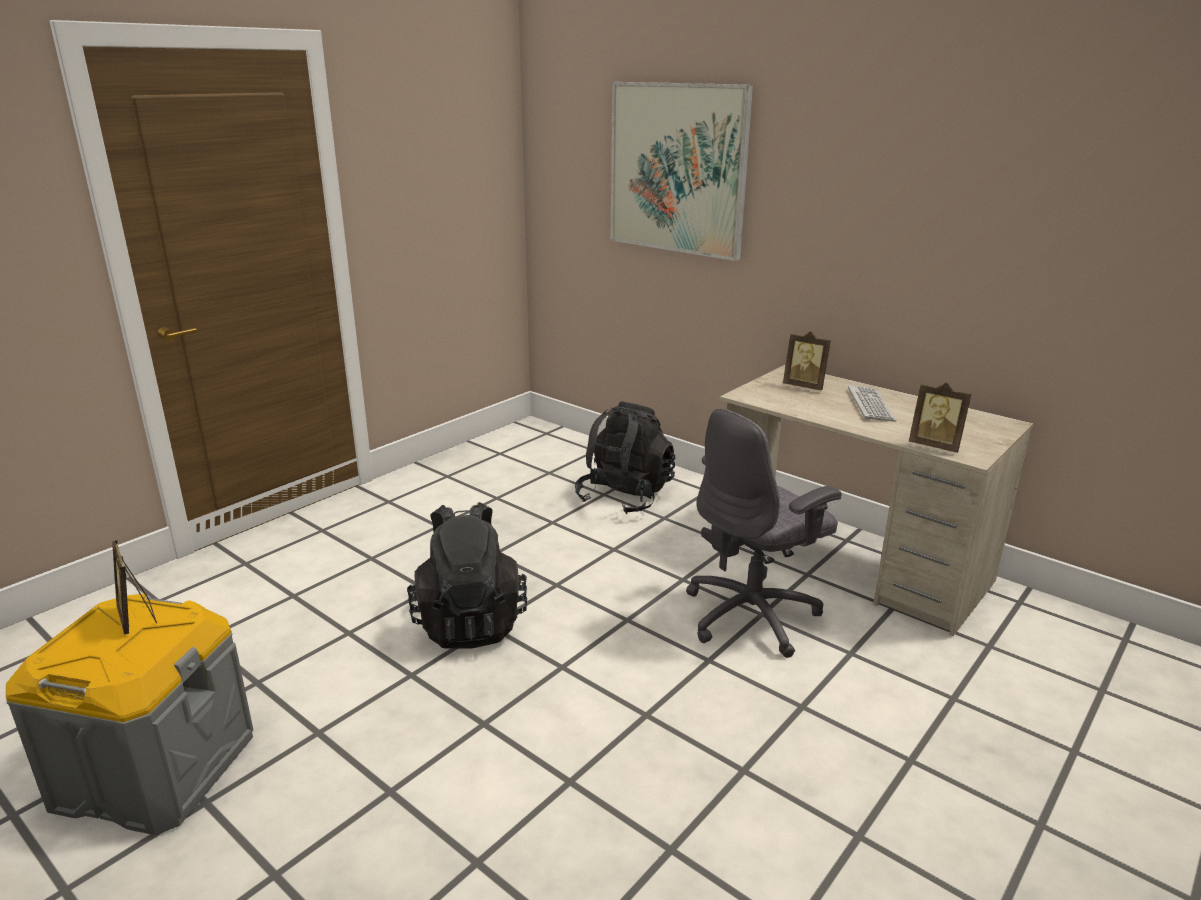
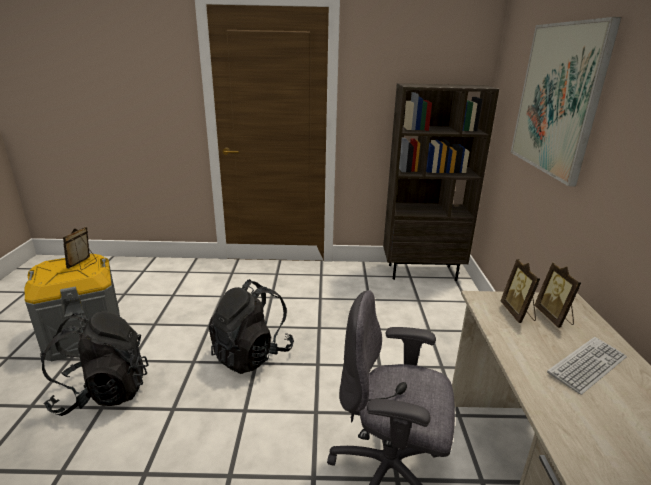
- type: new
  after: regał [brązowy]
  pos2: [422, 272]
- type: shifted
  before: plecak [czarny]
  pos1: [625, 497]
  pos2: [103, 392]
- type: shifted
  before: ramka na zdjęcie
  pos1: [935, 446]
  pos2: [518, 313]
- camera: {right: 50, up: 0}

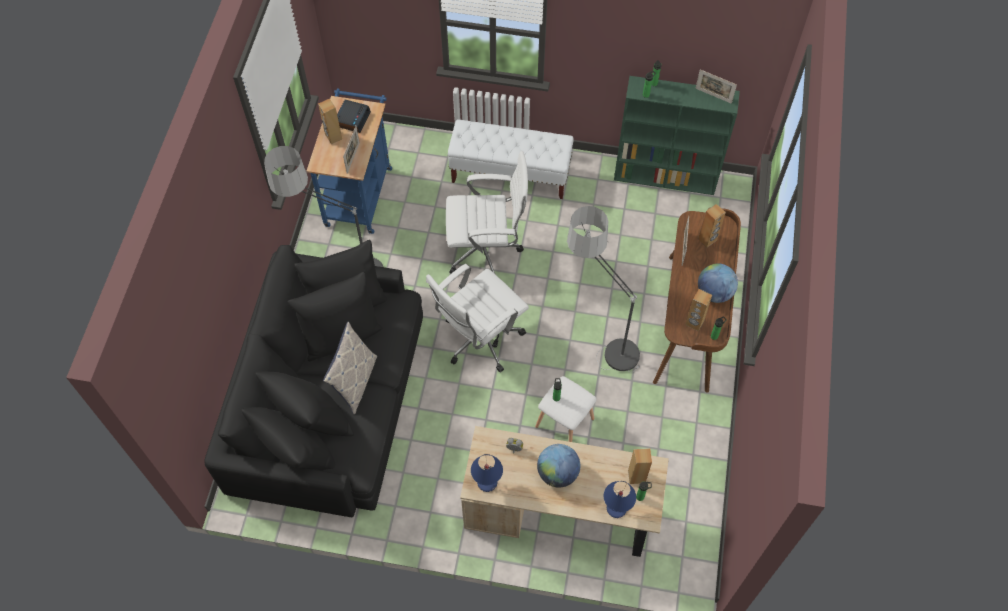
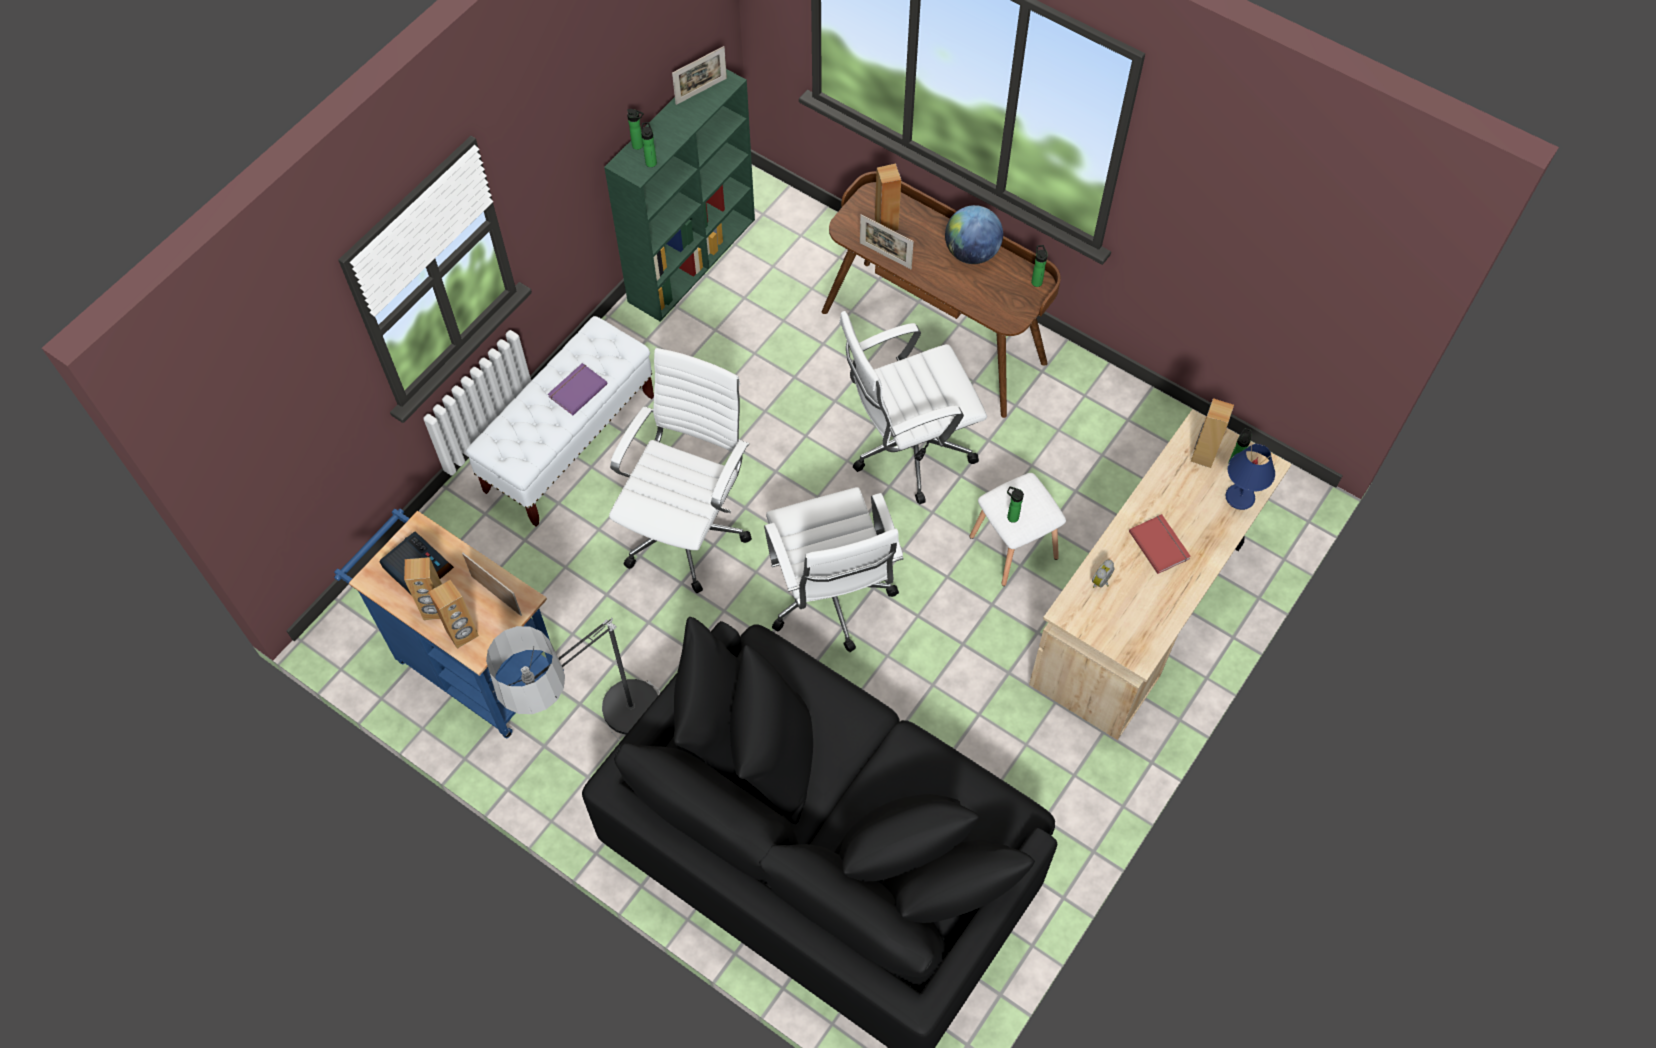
- type: gone
  before: poduszka
  pos1: [355, 382]
- type: gone
  before: lampa stołowa [niebieski]
  pos1: [487, 483]
- type: new
  after: książka [fioletowy]
  pos2: [576, 390]
- type: shifted
  before: głośnik [brązowy]
  pos1: [694, 323]
  pos2: [462, 634]
- type: swapped
  before: globus
  after: książka [czerwony]
  pos1: [557, 473]
  pos2: [1160, 544]
- type: swapped
  before: lampa stojąca
  after: krzesło biurowe [biały]
  pos1: [599, 339]
  pos2: [906, 451]
- camera: {right: -65, up: 0}

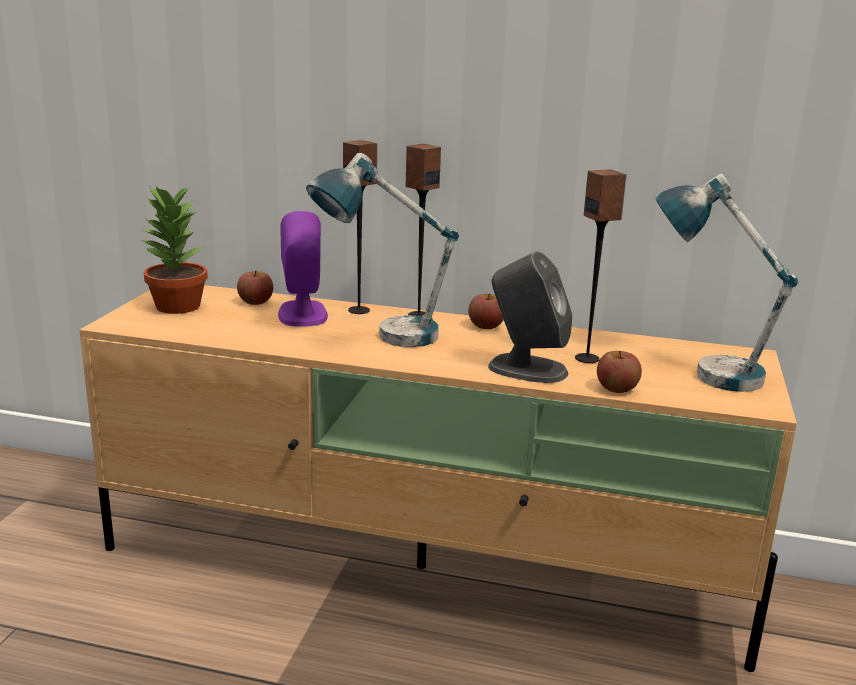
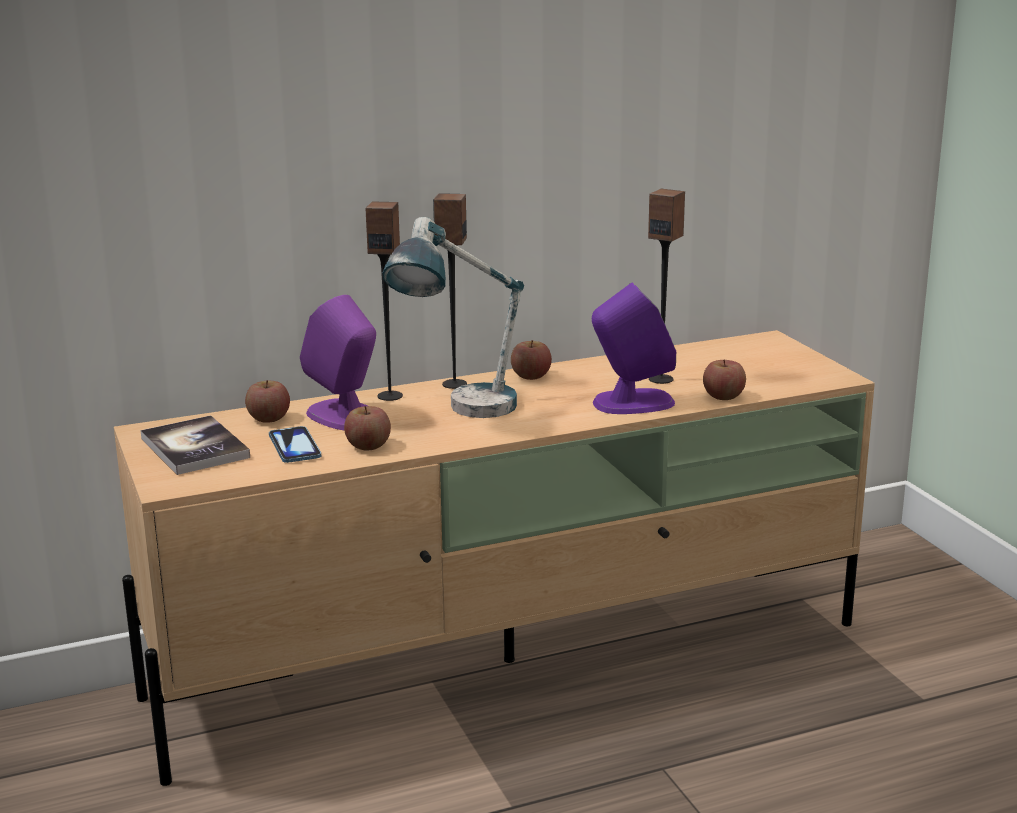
- type: gone
  before: lampa stołowa
  pos1: [703, 369]
- type: new
  after: telefon
  pos2: [294, 447]
- type: new
  after: jabłko
  pos2: [368, 446]
- type: swapped
  before: roślina doniczkowa
  after: książka
  pos1: [176, 306]
  pos2: [194, 448]
- type: repainted
  before: głośnik [szary]
  after: głośnik [fioletowy]
  pos1: [526, 369]
  pos2: [632, 403]
- camera: {right: -35, up: 0}

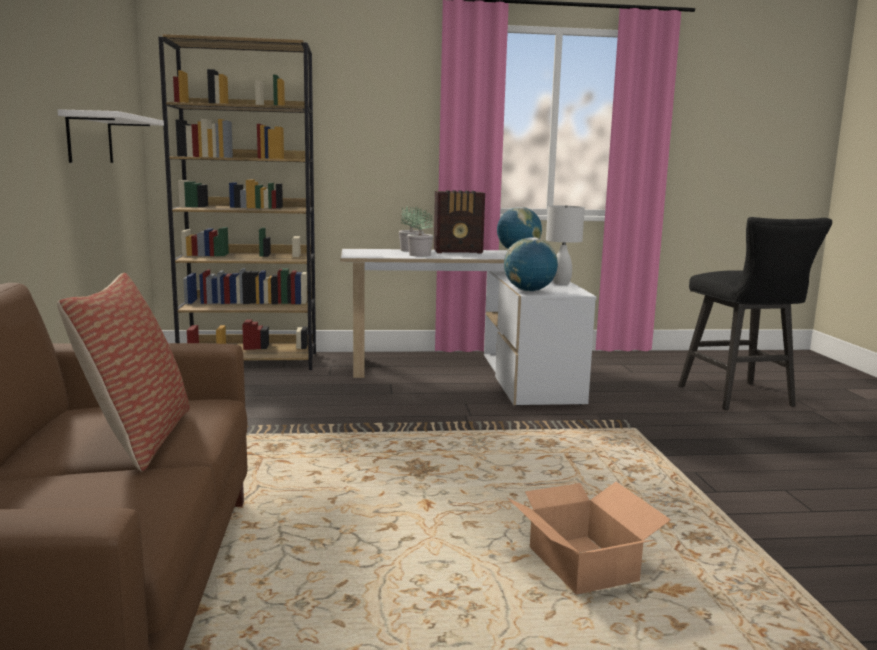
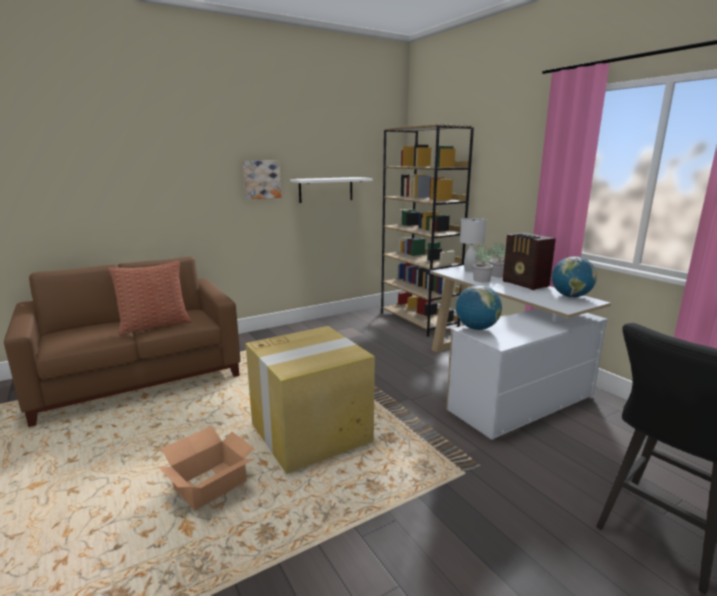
- type: new
  after: obraz
  pos2: [261, 179]
- type: new
  after: karton
  pos2: [312, 432]
- type: shifted
  before: lampa stołowa [biały]
  pos1: [560, 283]
  pos2: [469, 269]
- camera: {right: 65, up: 5}

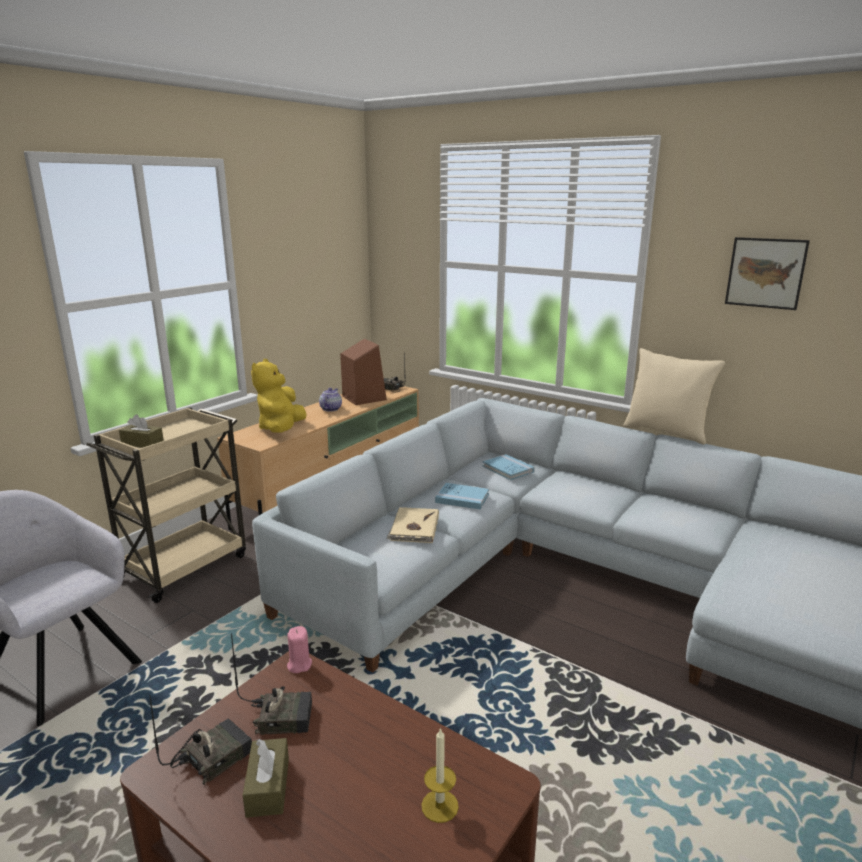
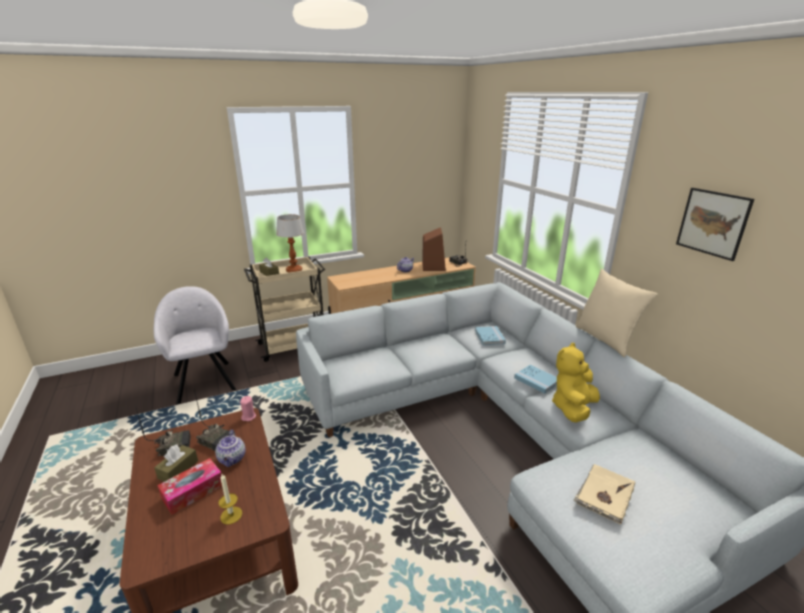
- type: new
  after: pudełko chusteczek
  pos2: [193, 491]
- type: new
  after: imbryk
  pos2: [232, 459]
- type: new
  after: lampa stołowa
  pos2: [294, 270]
- type: shifted
  before: pluszak [żółty]
  pos1: [281, 429]
  pos2: [573, 408]
- type: shifted
  before: książka [beżowy]
  pos1: [413, 528]
  pos2: [604, 495]
- type: shifted
  before: książka [niebieski]
  pos1: [462, 498]
  pos2: [536, 380]
- camera: {right: 30, up: 5}

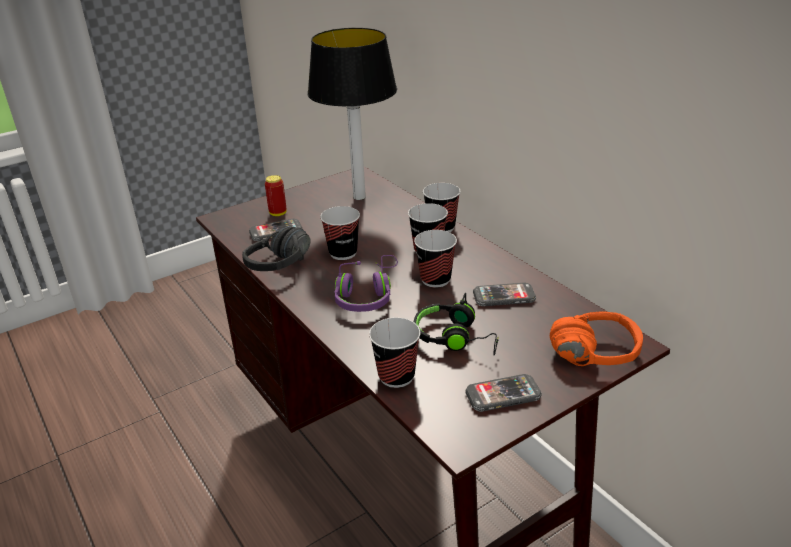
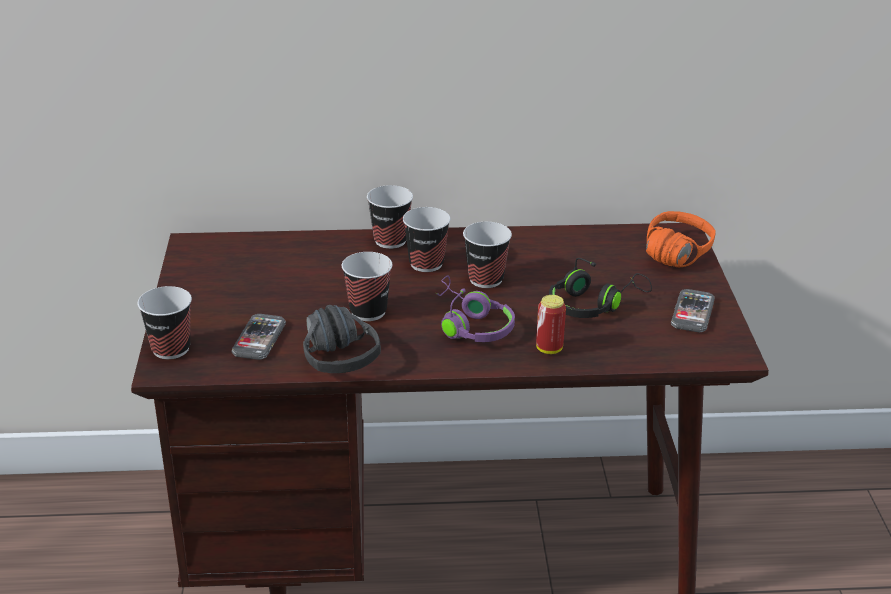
- type: gone
  before: lampa stołowa
  pos1: [360, 197]
- type: gone
  before: telefon
  pos1: [504, 296]
- type: shifted
  before: puszka
  pos1: [278, 213]
  pos2: [549, 349]
- type: shifted
  before: filiżanka
  pos1: [396, 376]
  pos2: [171, 349]
- camera: {right: -60, up: 0}

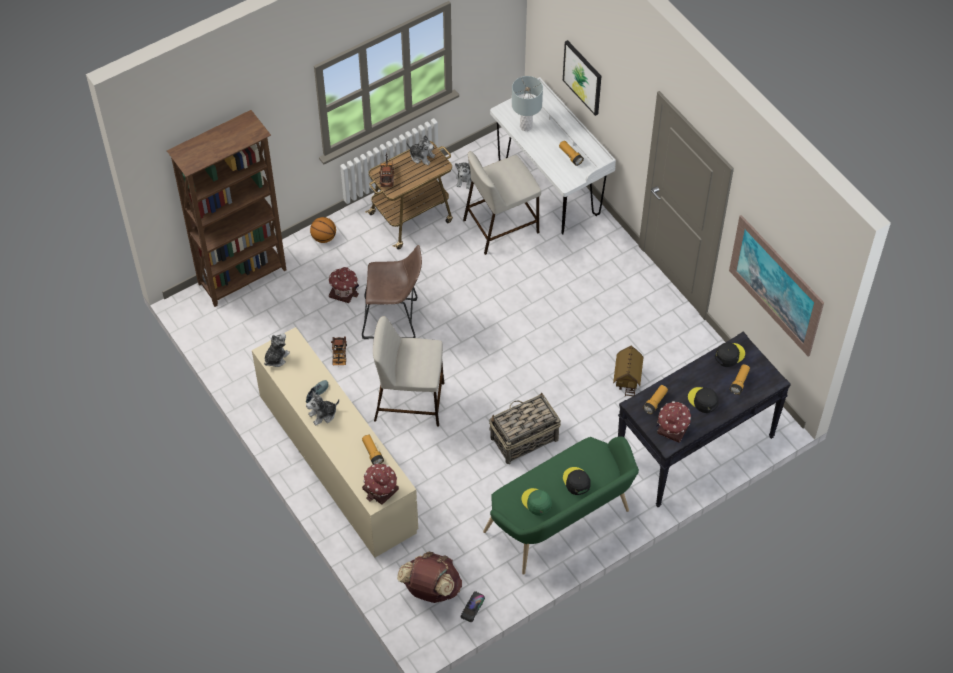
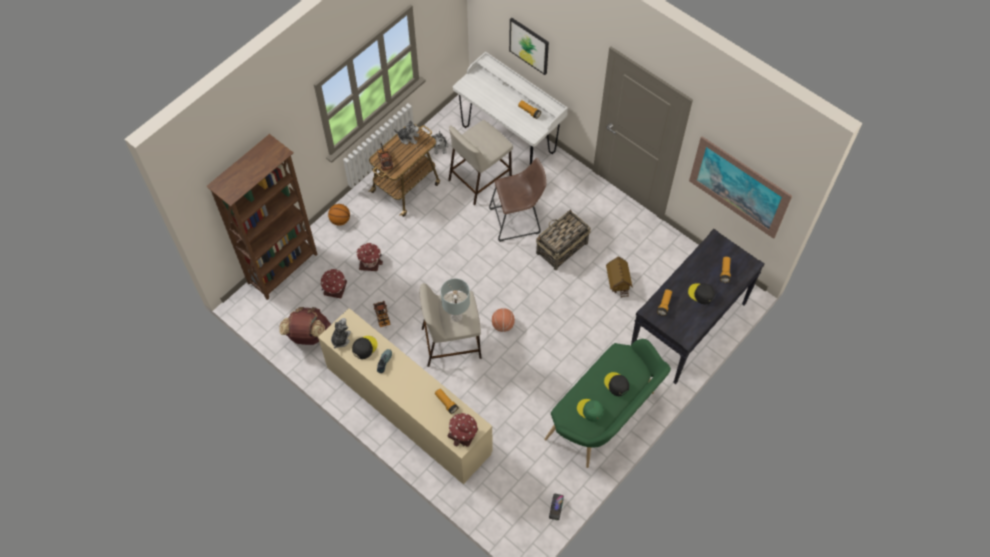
- type: gone
  before: pluszak
  pos1: [323, 414]
- type: new
  after: piłka do koszykówki
  pos2: [503, 325]
- type: shifted
  before: stołek [brązowy]
  pos1: [394, 319]
  pos2: [518, 220]
- type: shifted
  before: plecak [brązowy]
  pos1: [430, 589]
  pos2: [308, 335]
- type: shifted
  before: koszyk
  pos1: [523, 439]
  pos2: [561, 248]
- type: shifted
  before: lampa stołowa [szary]
  pos1: [525, 126]
  pos2: [456, 316]
- type: shifted
  before: domek
  pos1: [673, 428]
  pos2: [335, 288]
- type: shifted
  before: czapka z daszkiem [czarny]
  pos1: [729, 355]
  pos2: [364, 347]
- camera: {right: -15, up: 5}

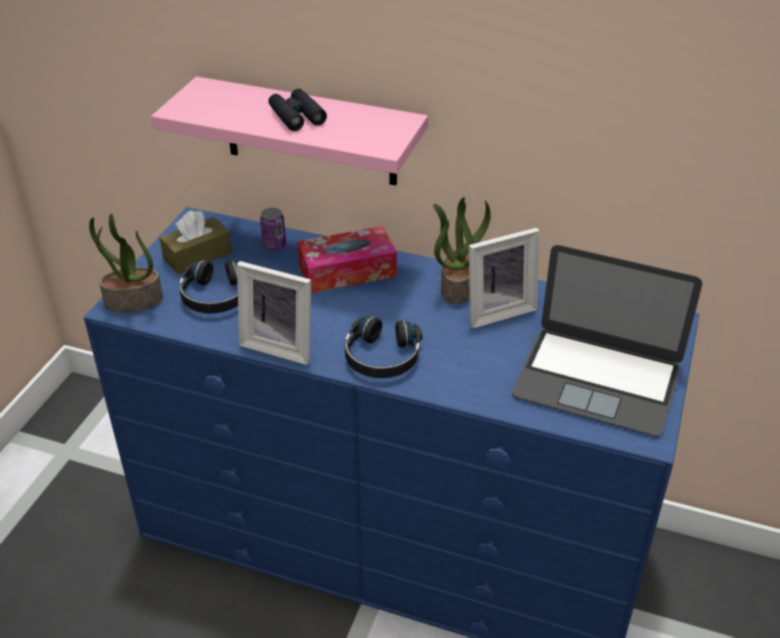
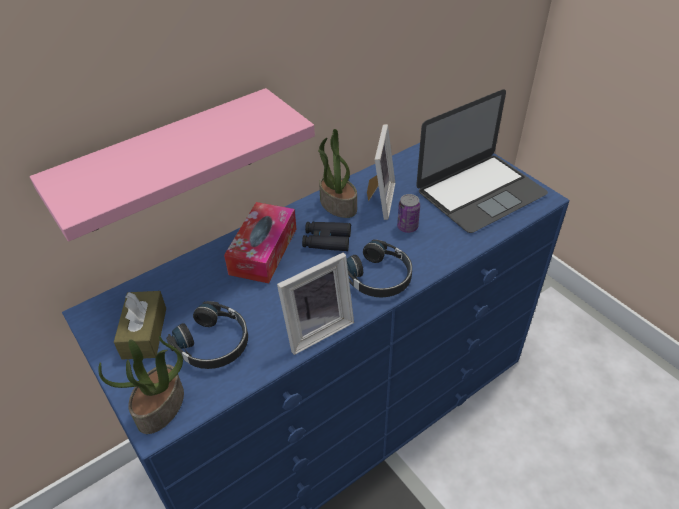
- type: shifted
  before: puszka
  pos1: [274, 246]
  pos2: [407, 227]
- type: shifted
  before: lornetka [czarny]
  pos1: [297, 116]
  pos2: [327, 240]
- camera: {right: -55, up: 5}

